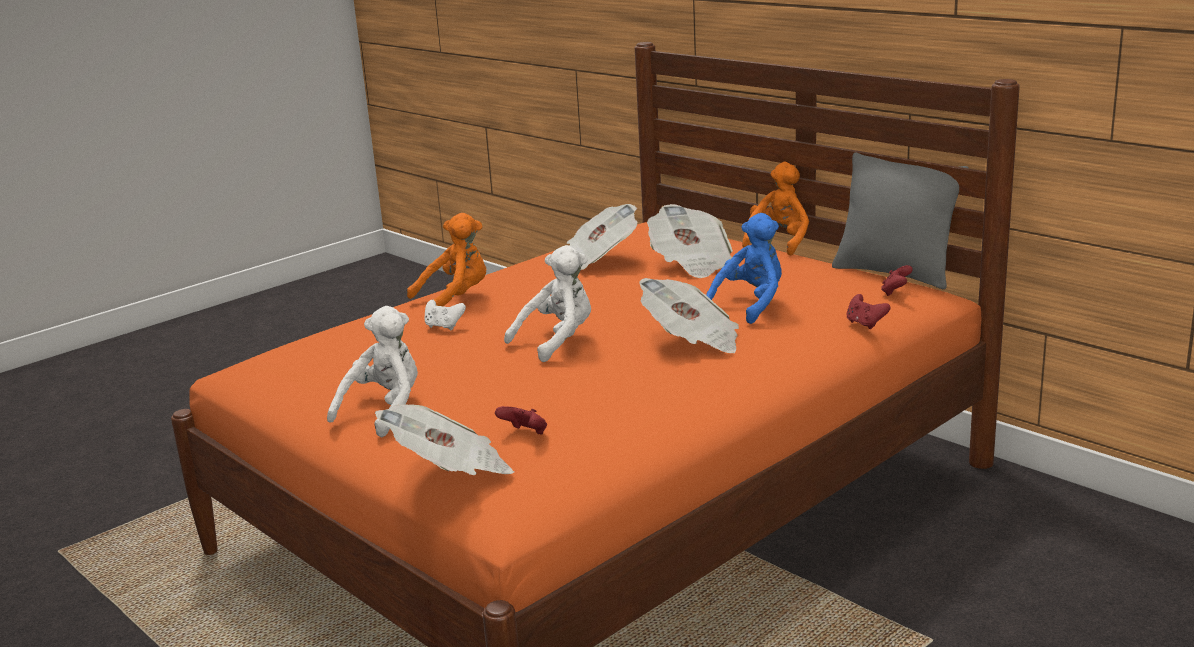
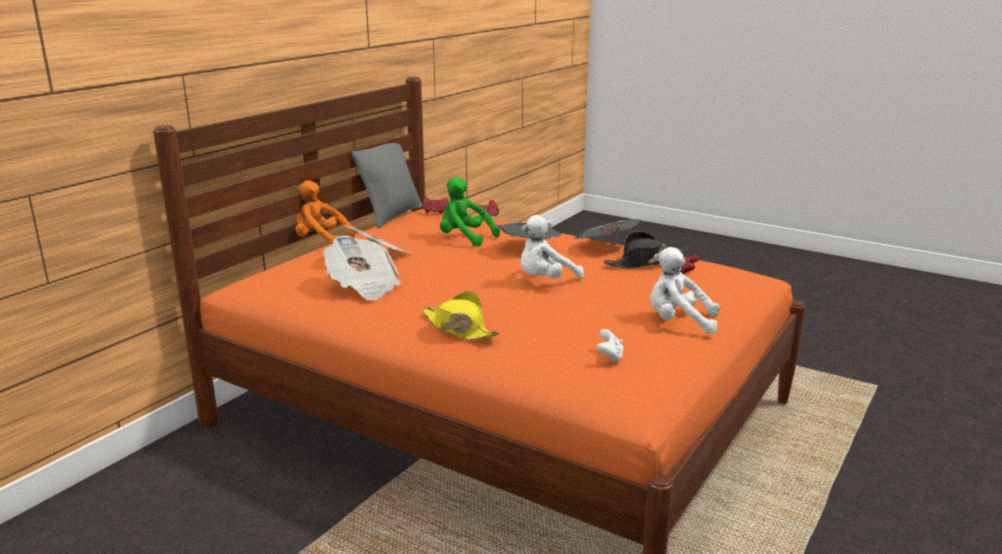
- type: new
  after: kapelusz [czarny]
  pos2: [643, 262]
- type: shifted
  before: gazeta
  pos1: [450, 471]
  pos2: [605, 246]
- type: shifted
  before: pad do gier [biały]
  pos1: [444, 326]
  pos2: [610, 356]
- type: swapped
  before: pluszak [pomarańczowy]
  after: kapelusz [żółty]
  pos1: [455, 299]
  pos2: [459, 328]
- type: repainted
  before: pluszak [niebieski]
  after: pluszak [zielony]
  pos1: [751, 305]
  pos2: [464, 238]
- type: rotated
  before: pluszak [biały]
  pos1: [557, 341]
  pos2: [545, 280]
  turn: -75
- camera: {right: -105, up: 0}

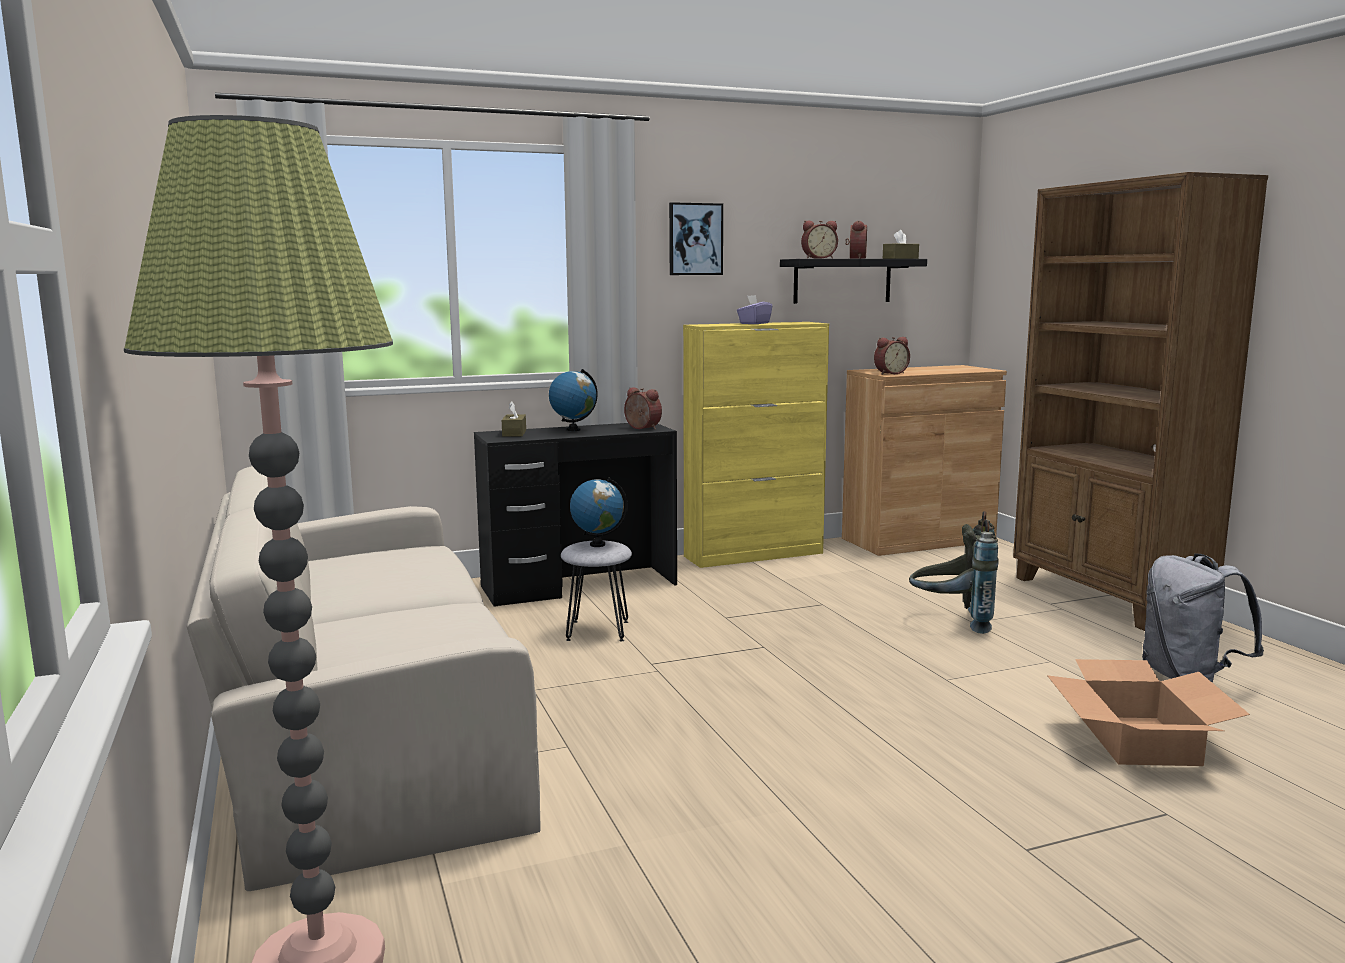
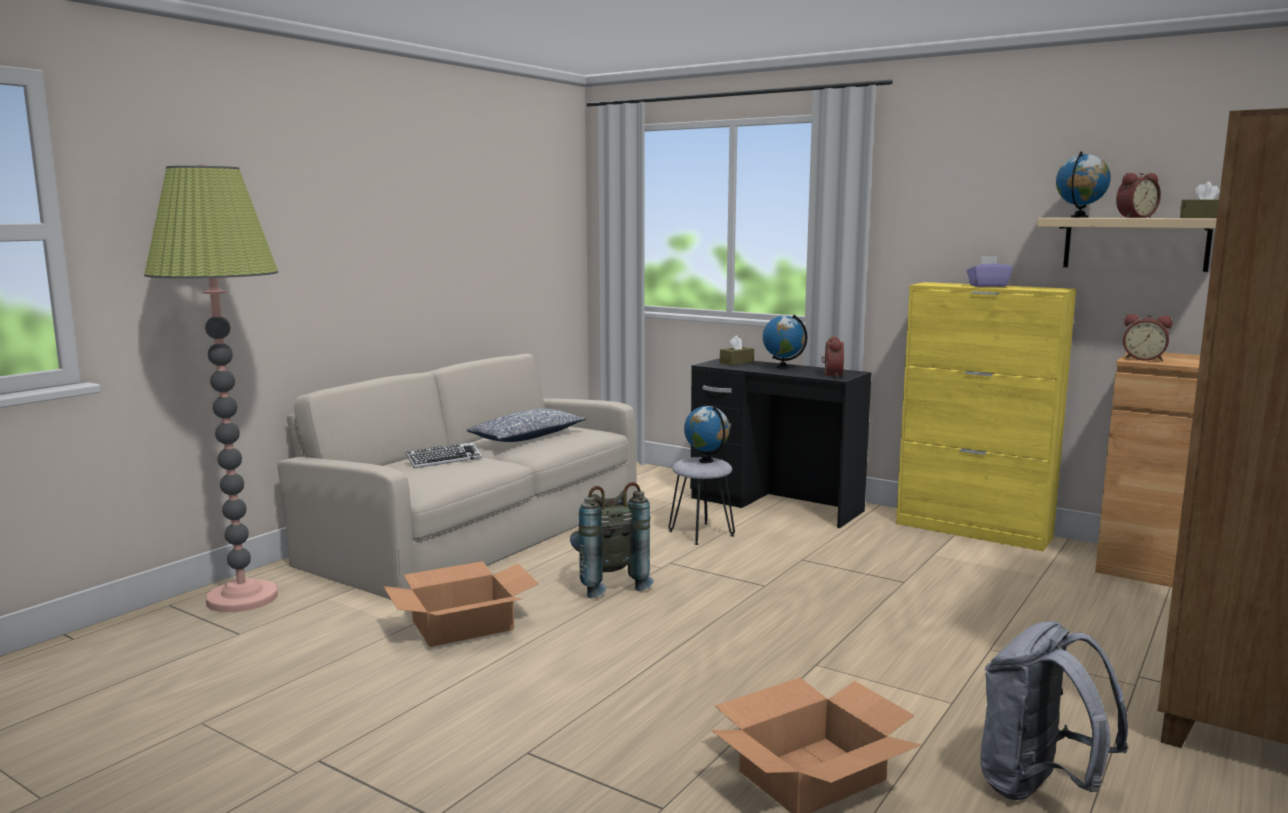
- type: gone
  before: obraz
  pos1: [695, 239]
- type: new
  after: karton
  pos2: [462, 625]
- type: new
  after: klawiatura
  pos2: [444, 460]
- type: new
  after: poduszka
  pos2: [526, 437]
- type: shifted
  before: plecak [szary]
  pos1: [952, 621]
  pos2: [606, 583]
- type: swapped
  before: budzik
  after: globus
  pos1: [818, 258]
  pos2: [1079, 217]
- type: repainted
  before: półka [czarny]
  after: półka [beżowy]
  pos1: [842, 281]
  pos2: [1135, 243]
- camera: {right: 55, up: 0}

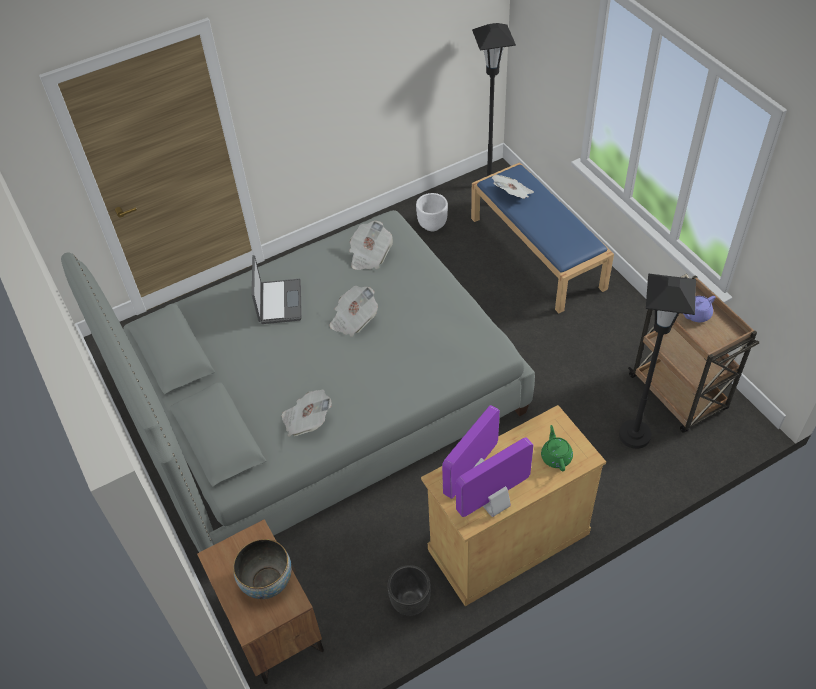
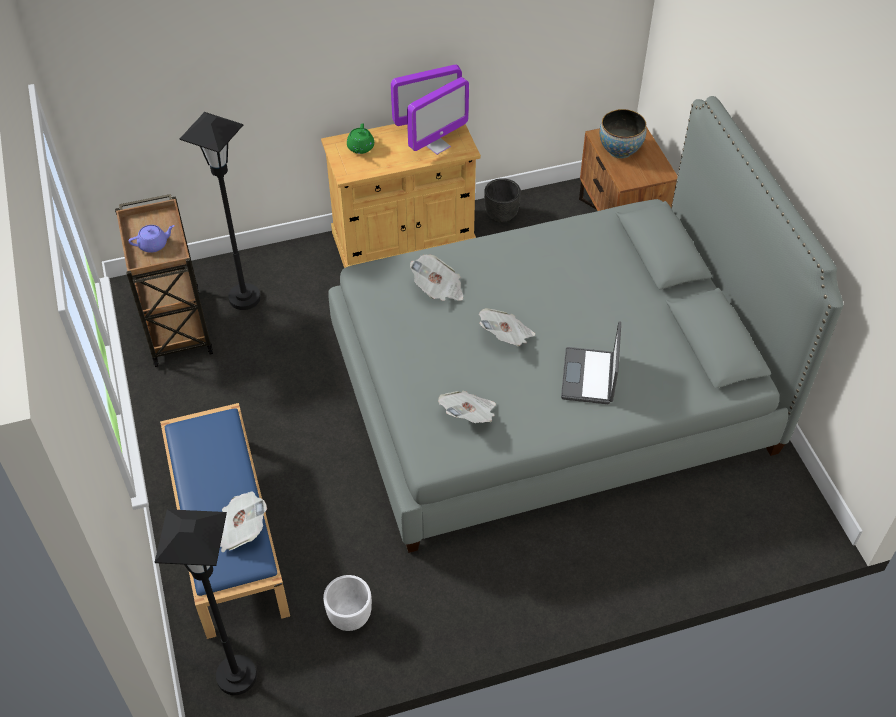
- type: shifted
  before: gazeta
  pos1: [307, 421]
  pos2: [438, 289]
- camera: {right: -170, up: 0}

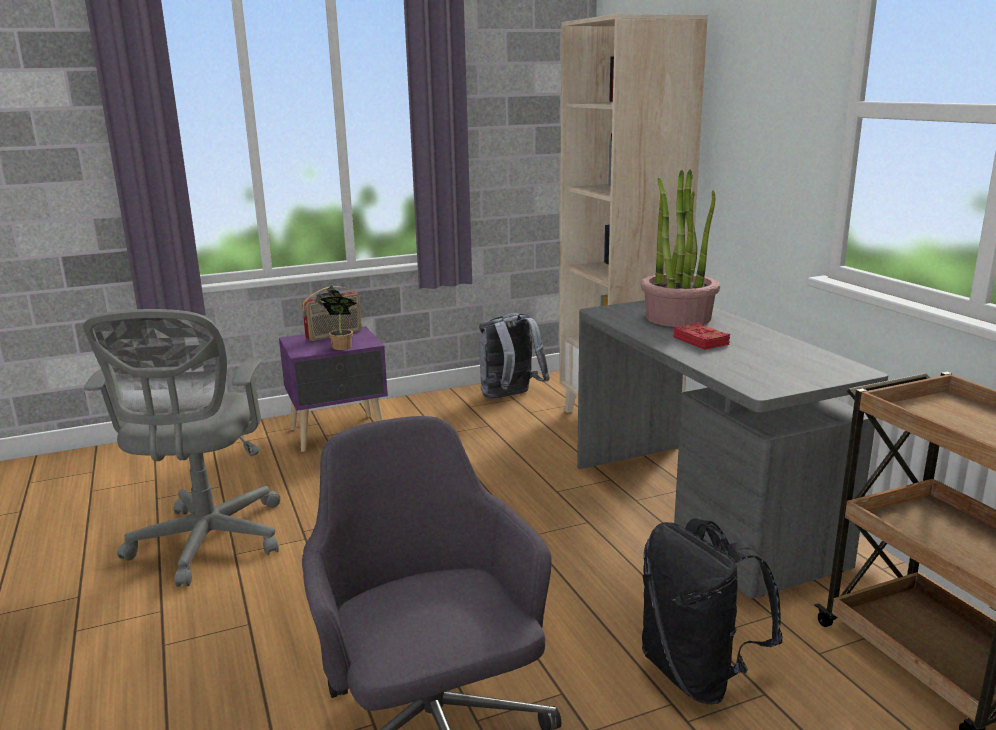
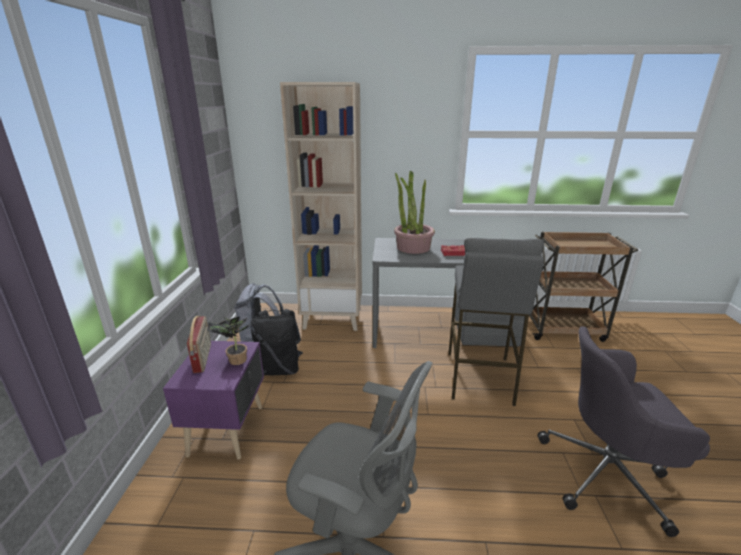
- type: new
  after: stołek [szary]
  pos2: [479, 377]
- type: shifted
  before: plecak [czarny]
  pos1: [698, 674]
  pos2: [280, 369]
- camera: {right: -65, up: 5}

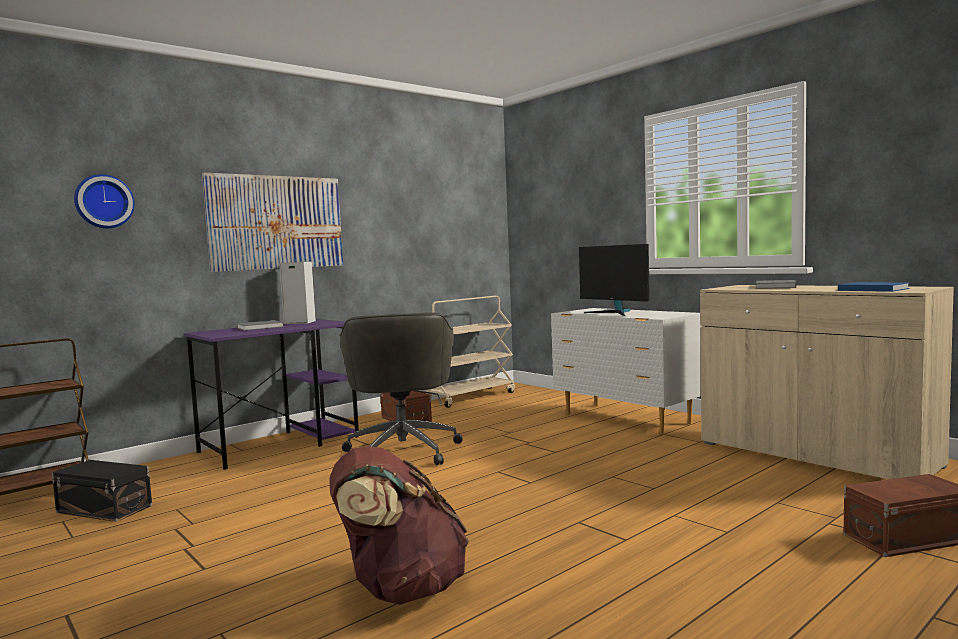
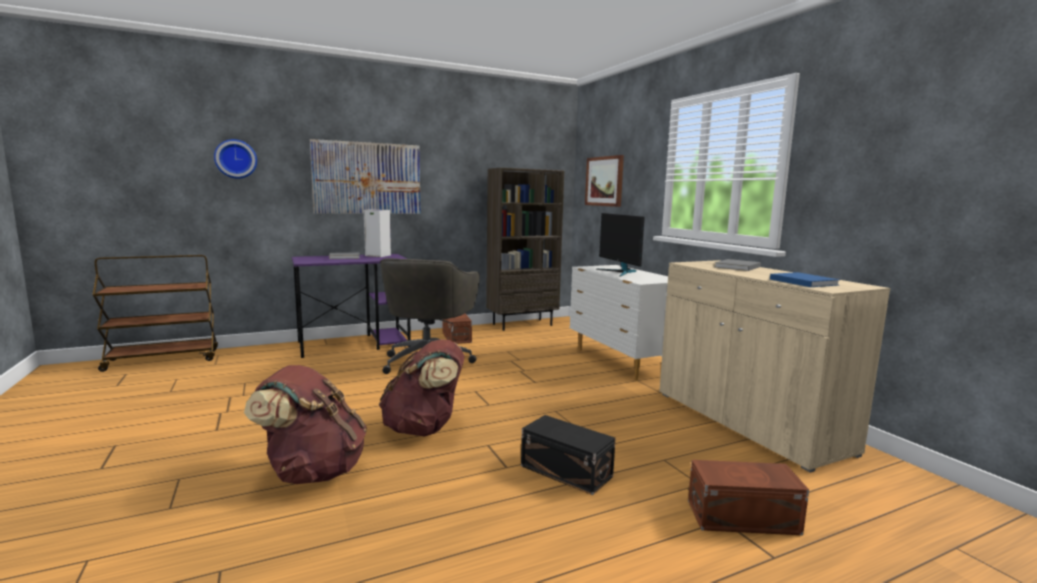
- type: new
  after: plecak [brązowy]
  pos2: [425, 428]
- type: new
  after: obraz
  pos2: [604, 181]
- type: shifted
  before: pojemnik do przechowywania [czarny]
  pos1: [104, 508]
  pos2: [565, 470]
- type: swapped
  before: wózek [beżowy]
  after: regał [brązowy]
  pos1: [470, 397]
  pos2: [522, 324]
- camera: {right: 15, up: 5}

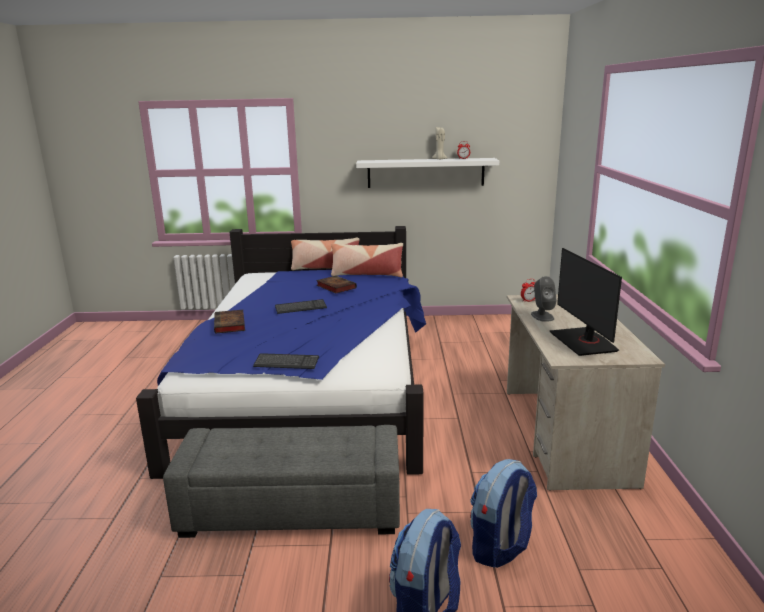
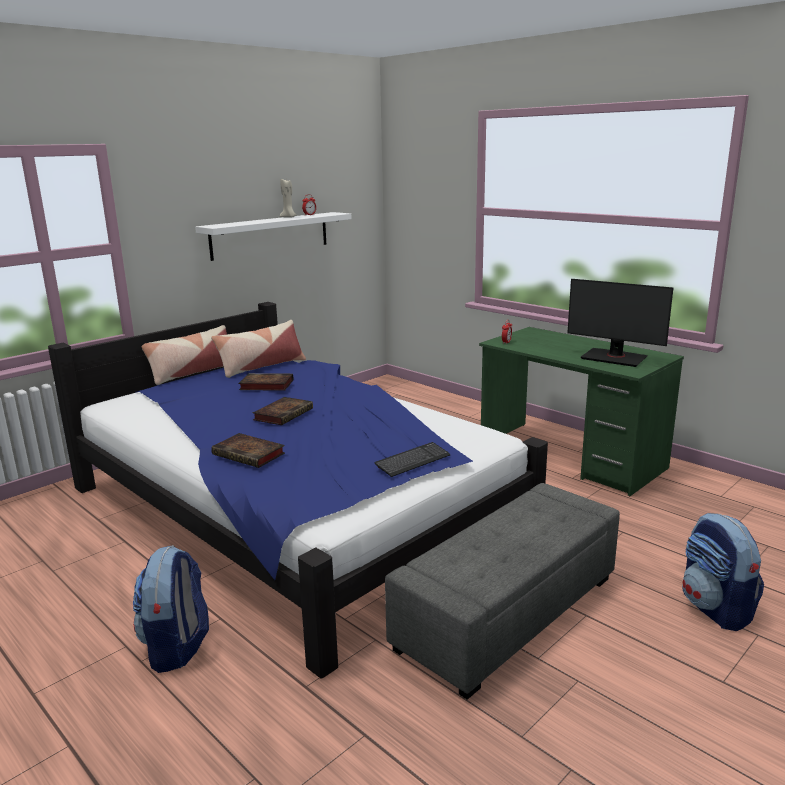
- type: gone
  before: głośnik [szary]
  pos1: [542, 316]
- type: shifted
  before: plecak
  pos1: [500, 548]
  pos2: [177, 647]
- type: swapped
  before: klawiatura
  after: książka
  pos1: [300, 308]
  pos2: [284, 414]
- type: repainted
  before: biurko [beżowy]
  after: biurko [zielony]
  pos1: [564, 435]
  pos2: [570, 457]
- camera: {right: -45, up: 0}

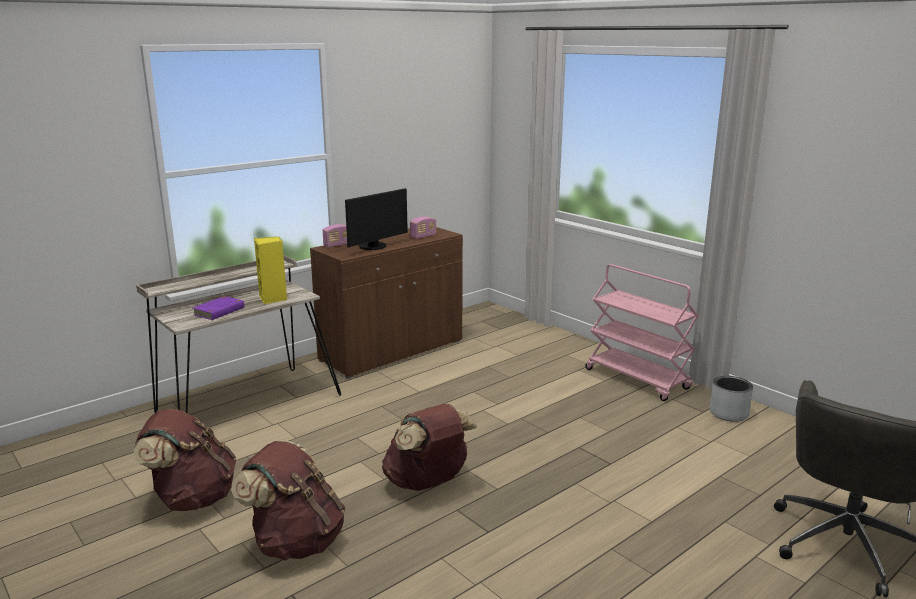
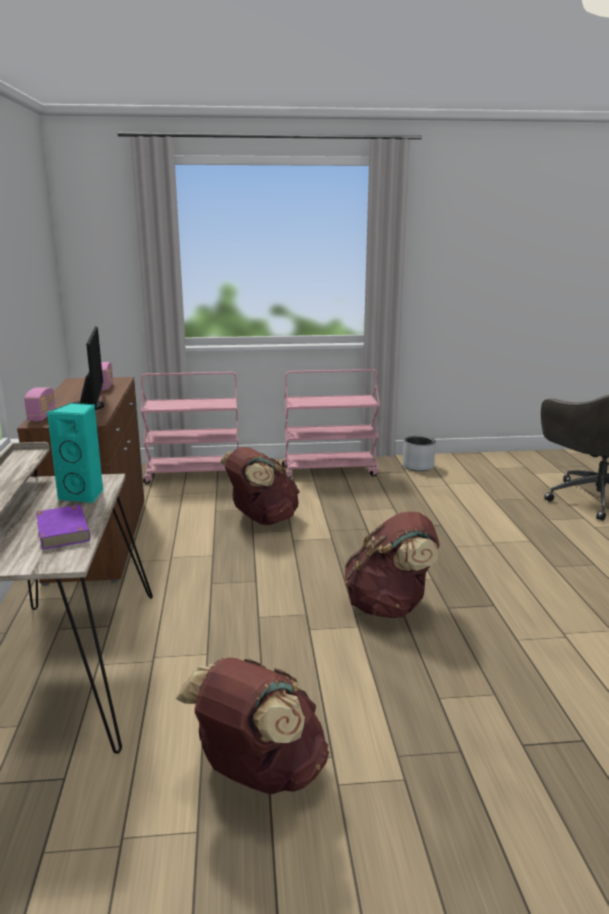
- type: new
  after: wózek [różowy]
  pos2: [194, 475]
- type: shifted
  before: plecak [brązowy]
  pos1: [296, 542]
  pos2: [262, 519]
- type: repainted
  before: głośnik [żółty]
  after: głośnik [turkusowy]
  pos1: [273, 299]
  pos2: [84, 495]
- camera: {right: -55, up: 0}

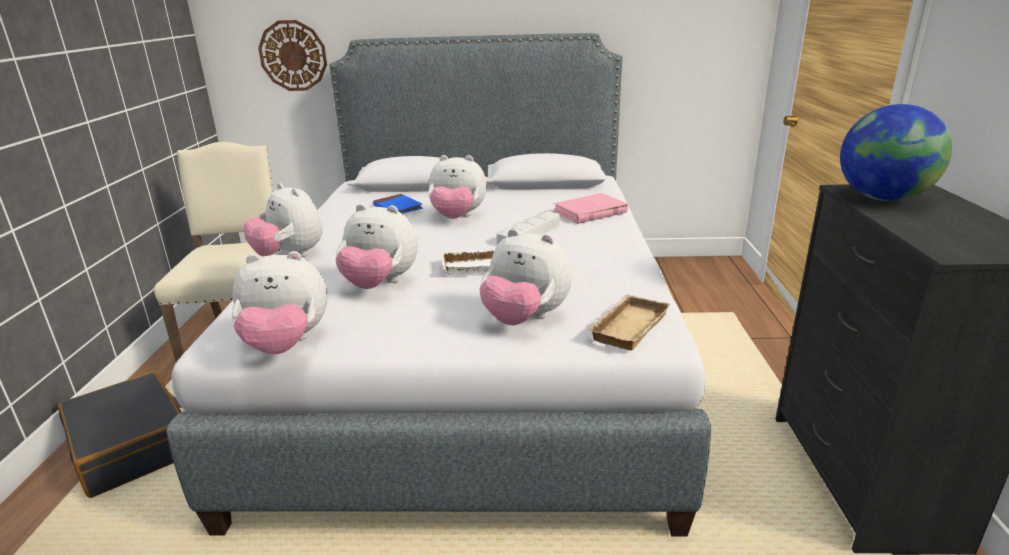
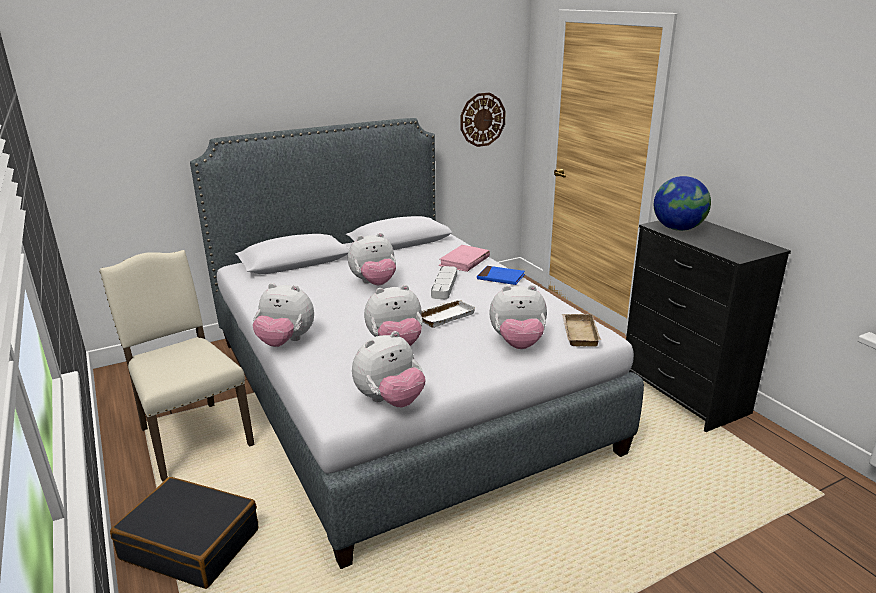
- type: shifted
  before: zegar ścienny
  pos1: [293, 56]
  pos2: [482, 119]
- type: shifted
  before: książka [niebieski]
  pos1: [398, 208]
  pos2: [500, 278]
- camera: {right: -30, up: 0}

